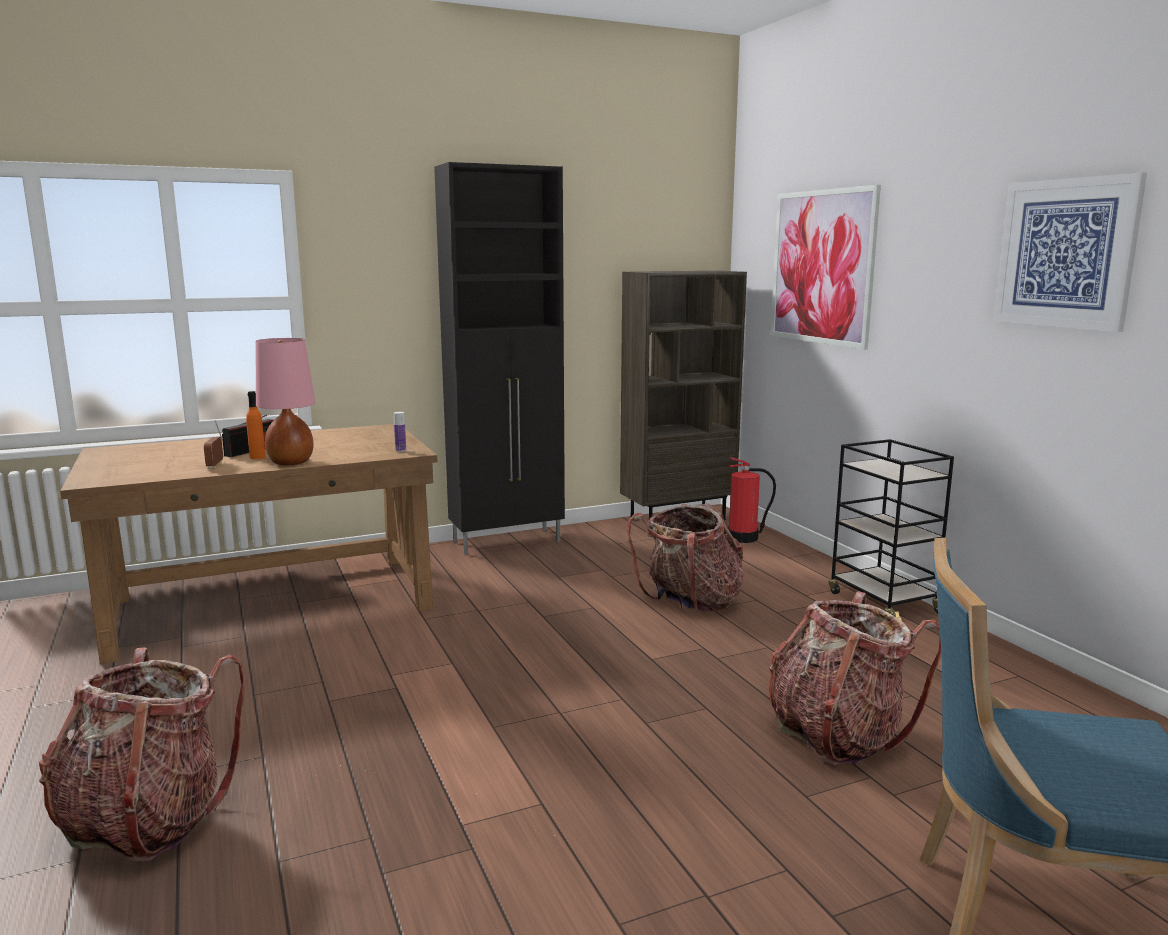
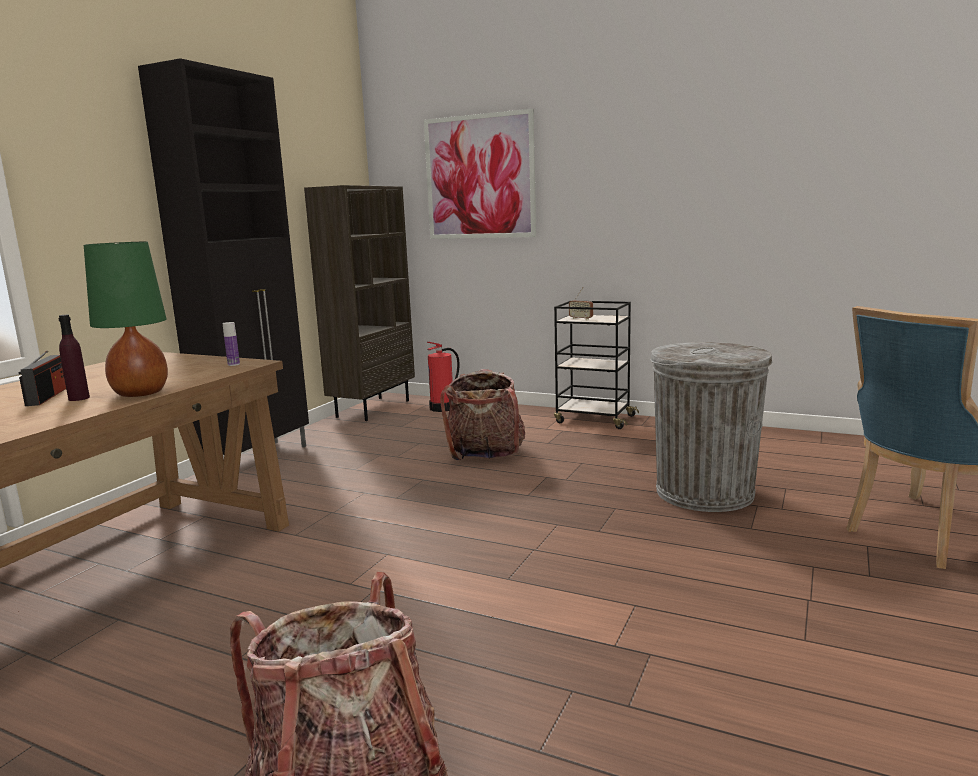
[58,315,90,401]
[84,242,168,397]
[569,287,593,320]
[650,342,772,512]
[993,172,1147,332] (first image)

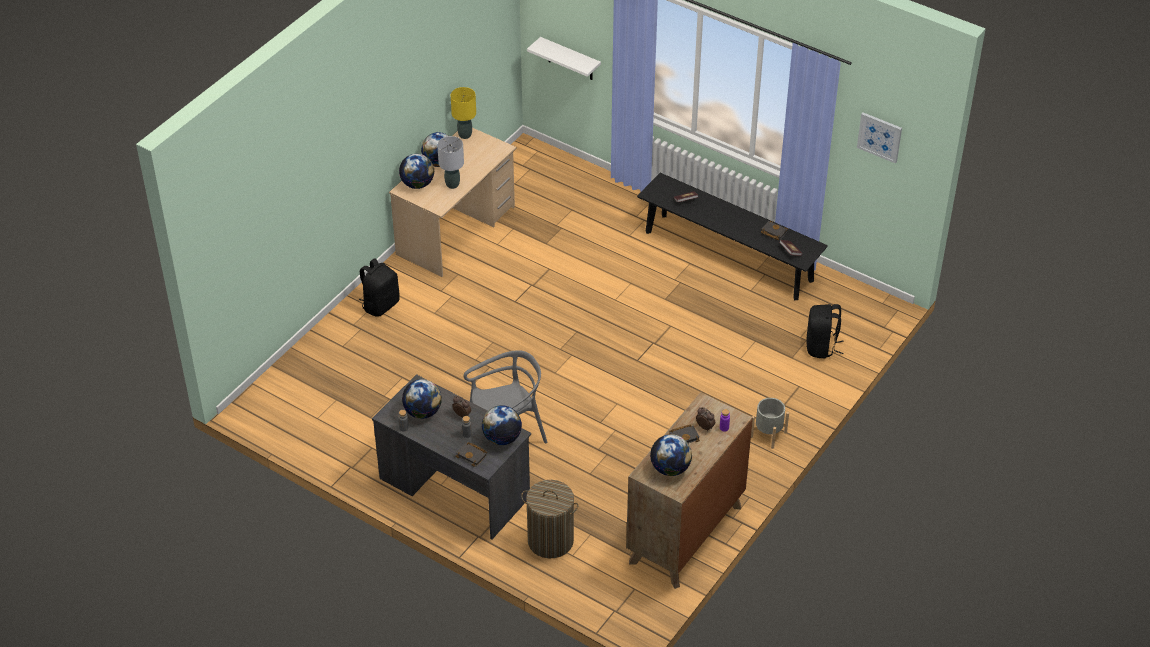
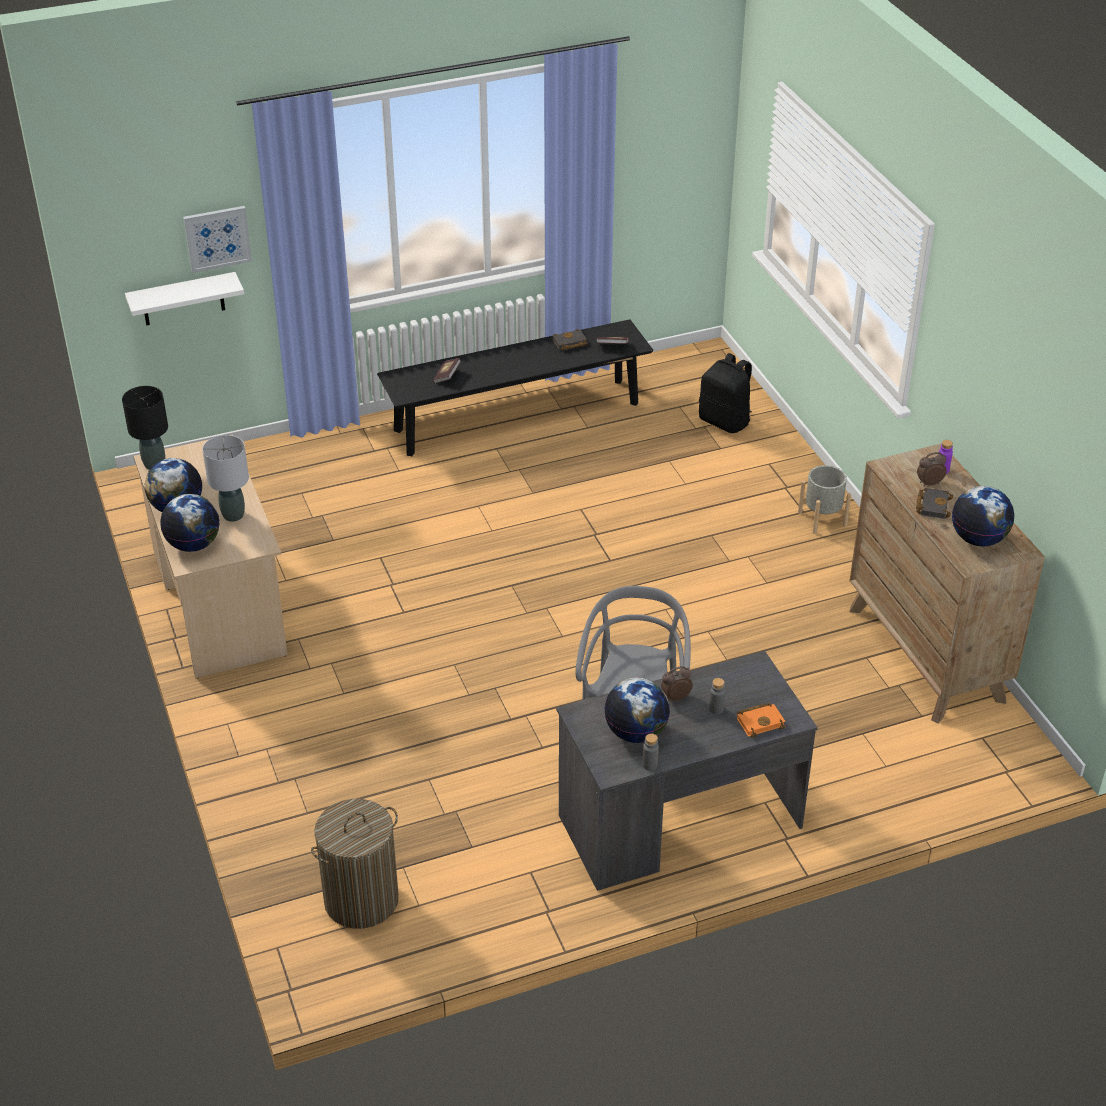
[122,386,168,470]
[183,206,252,273]
[311,799,399,929]
[737,703,786,738]
[359,258,400,317] (first image)
[482,405,522,445] (first image)

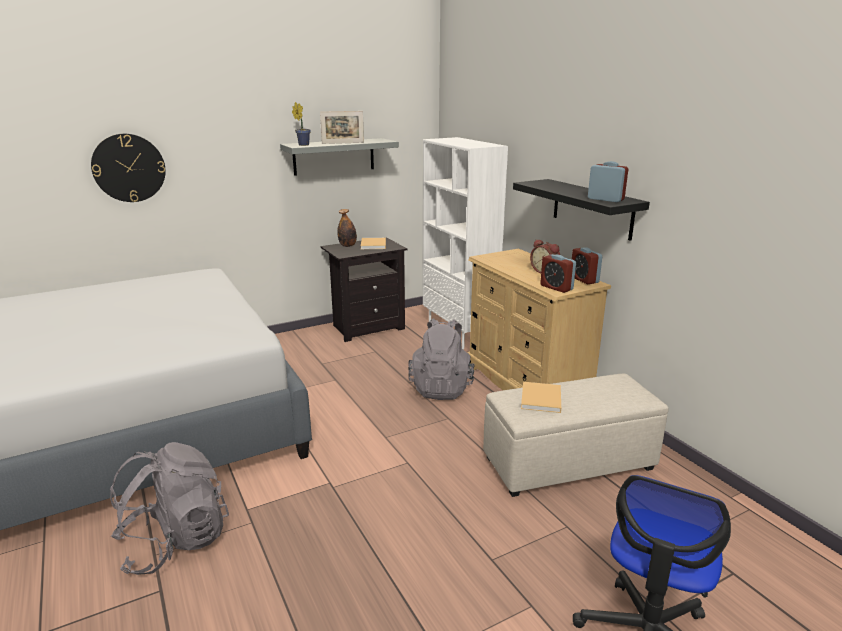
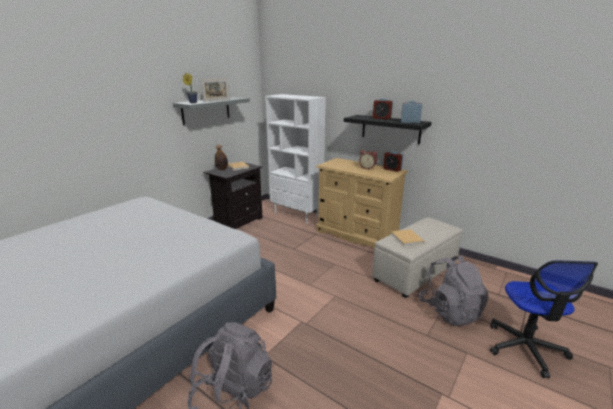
[373,98,393,119]
[419,255,489,326]
[91,134,166,202] (first image)

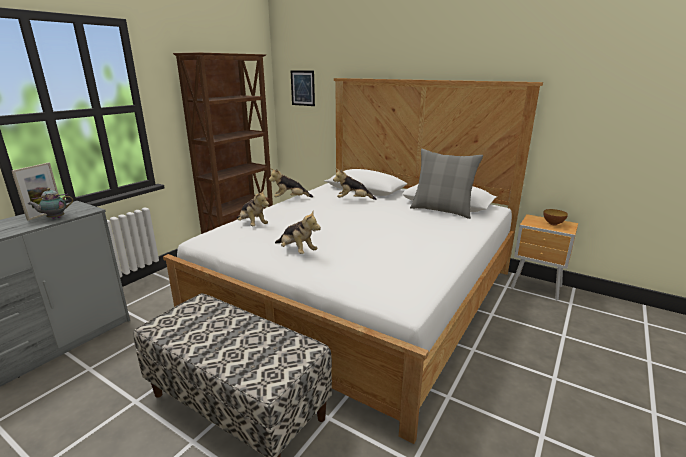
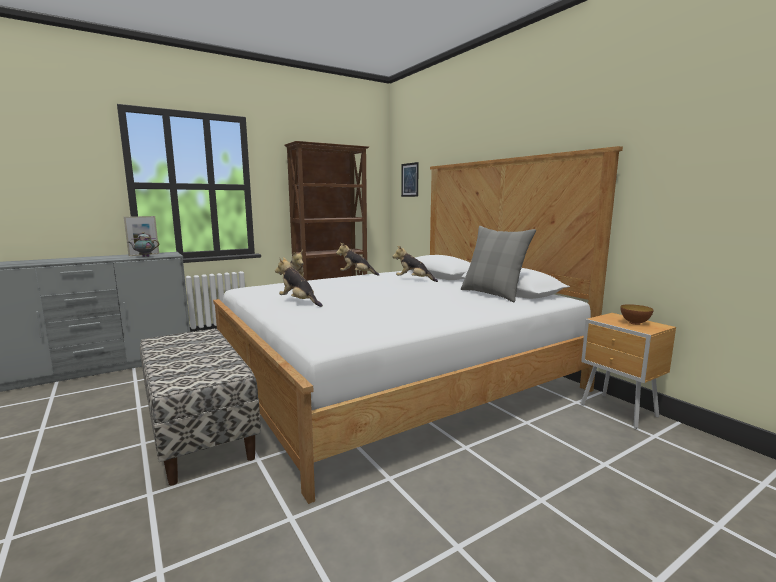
[275,257,323,307]

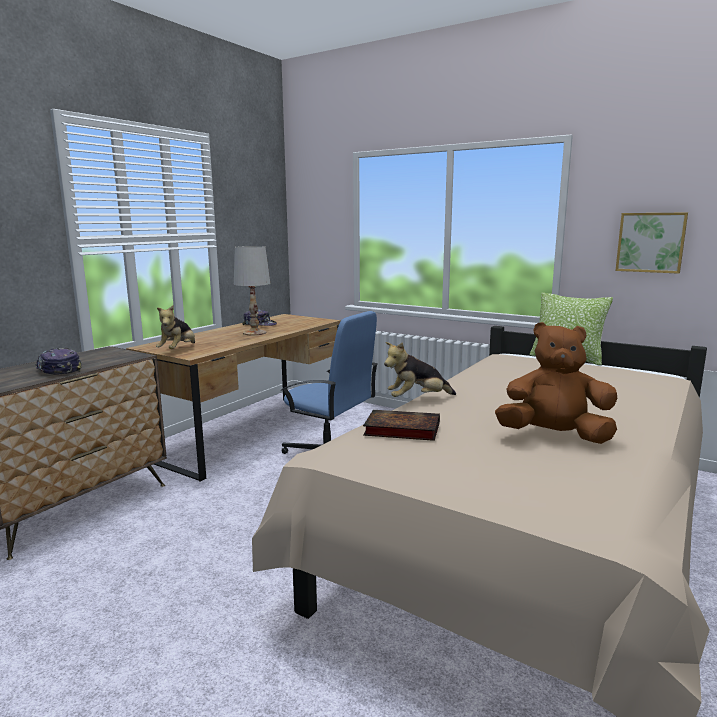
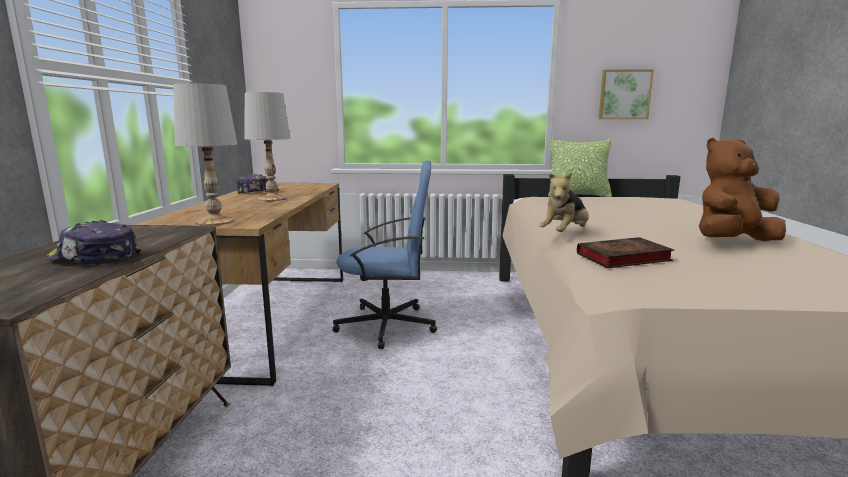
[173,83,237,226]

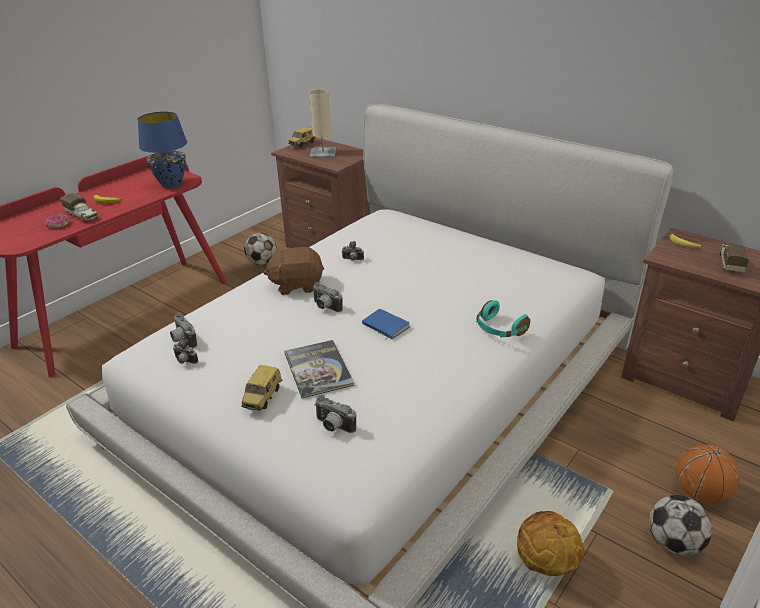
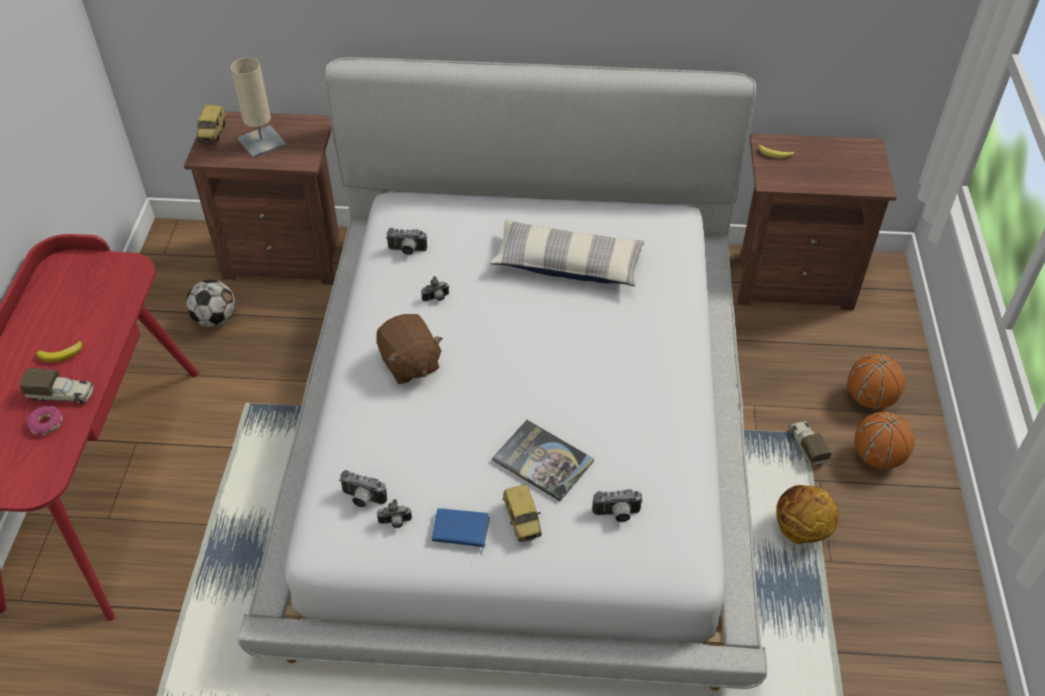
[376,314,443,384]
[386,228,427,255]
[432,508,490,555]
[490,219,644,286]
[789,420,832,466]
[854,412,915,469]
[138,112,187,188] (first image)
[476,300,530,337] (first image)

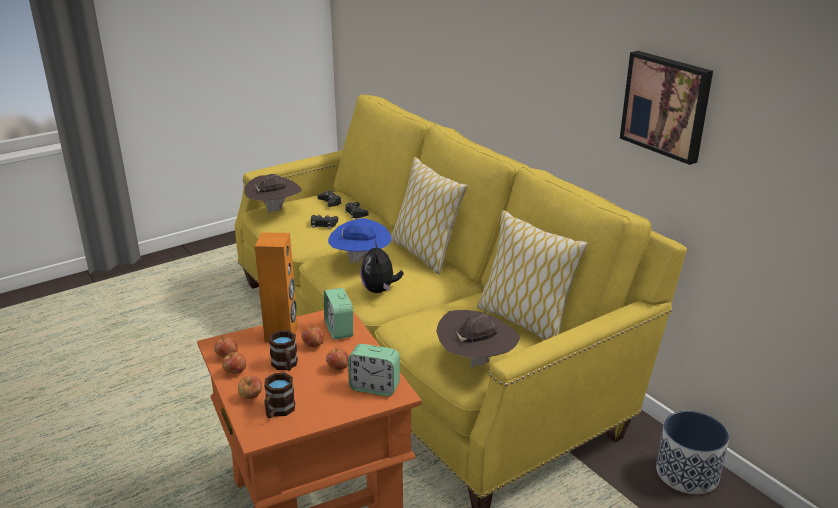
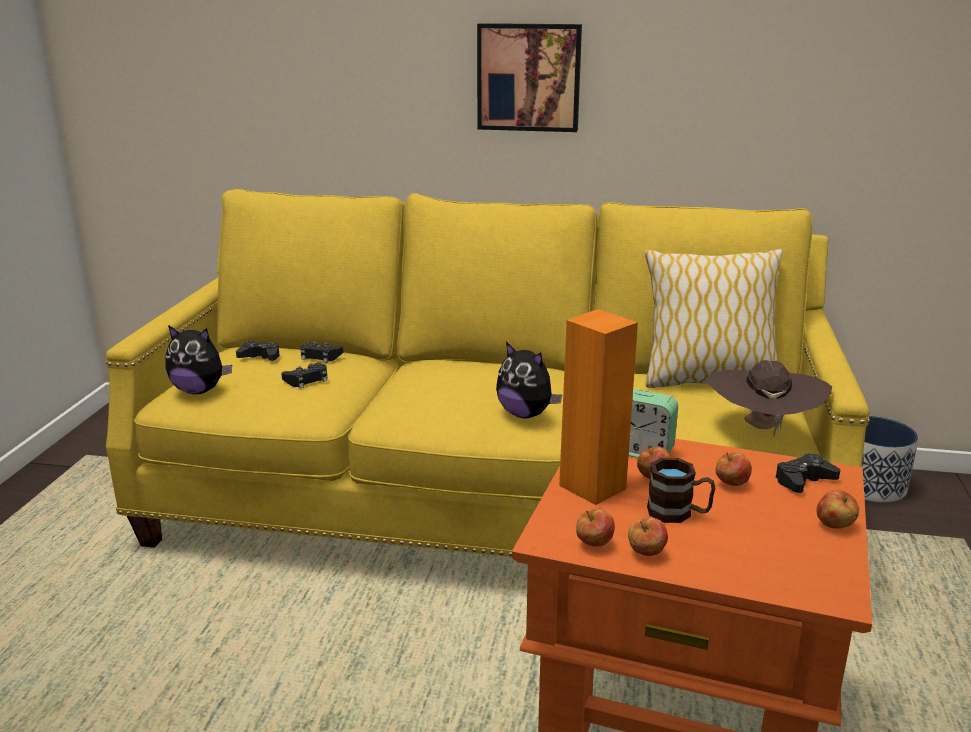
[165,325,232,394]
[477,23,582,132]
[775,453,840,493]
[816,490,859,529]
[264,373,295,418] (first image)
[328,218,392,264] (first image)
[391,157,467,274] (first image)

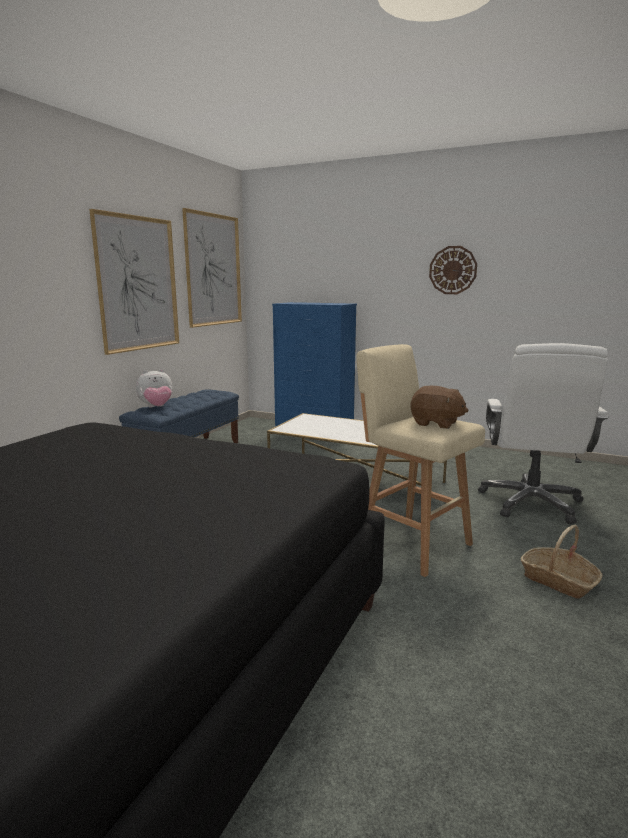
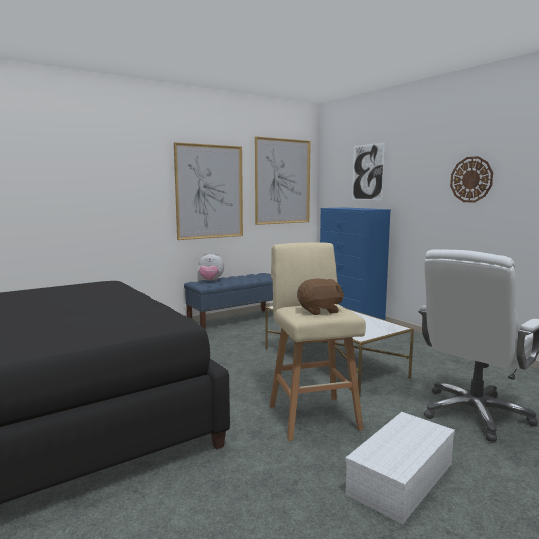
[297,279,344,315]
[345,412,455,525]
[352,142,385,200]

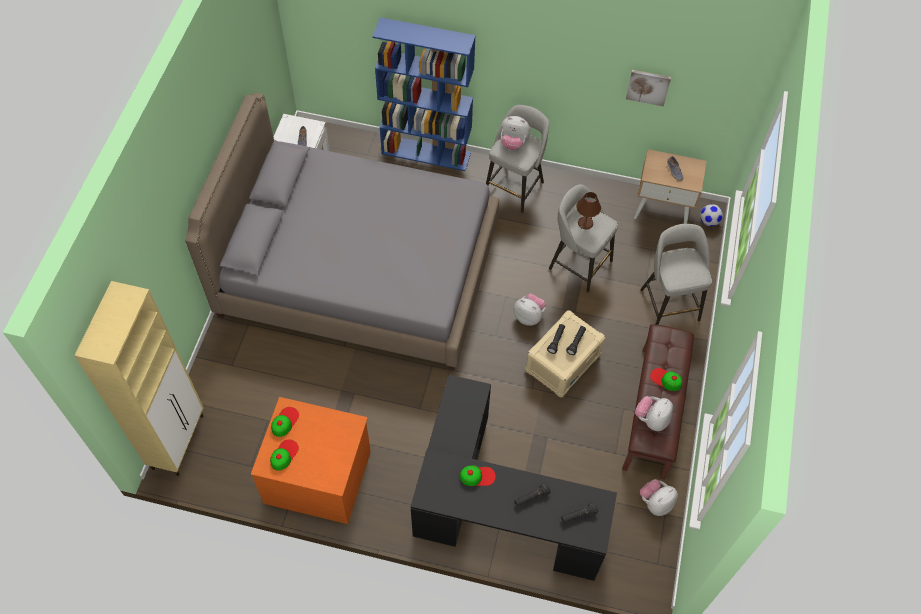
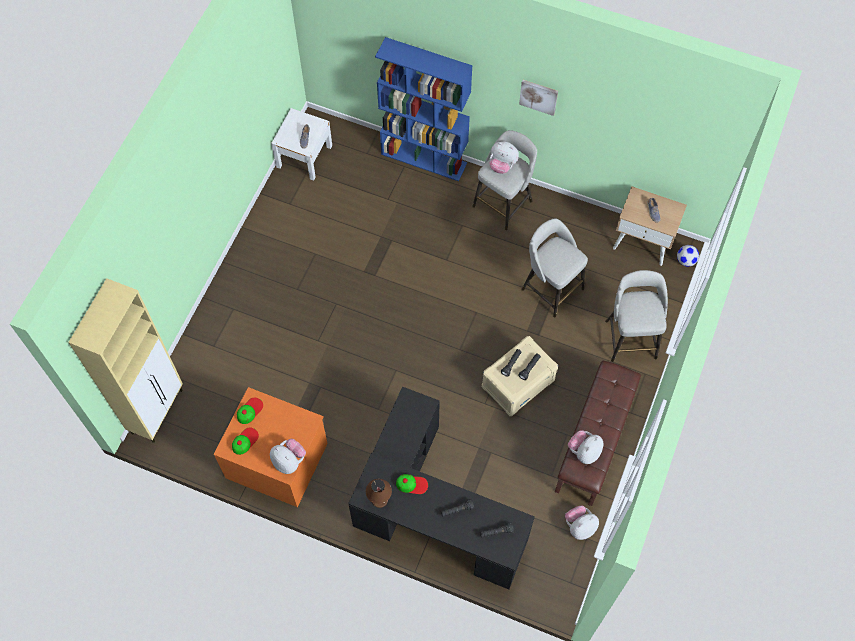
[270,439,306,474]
[366,479,392,508]
[519,80,558,116]
[185,93,499,370] (first image)
[650,368,682,391] (first image)

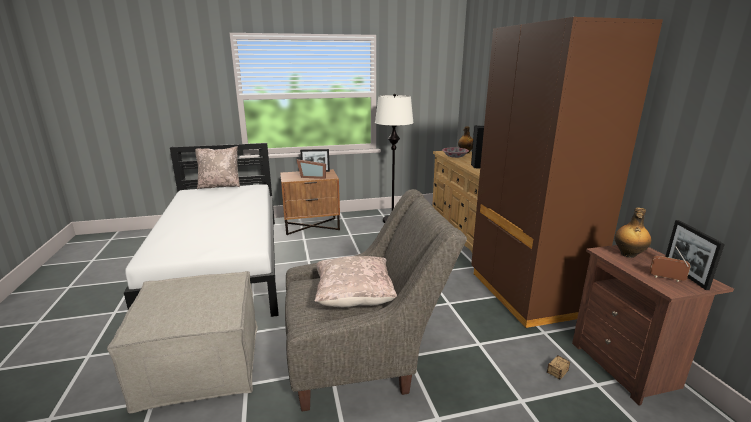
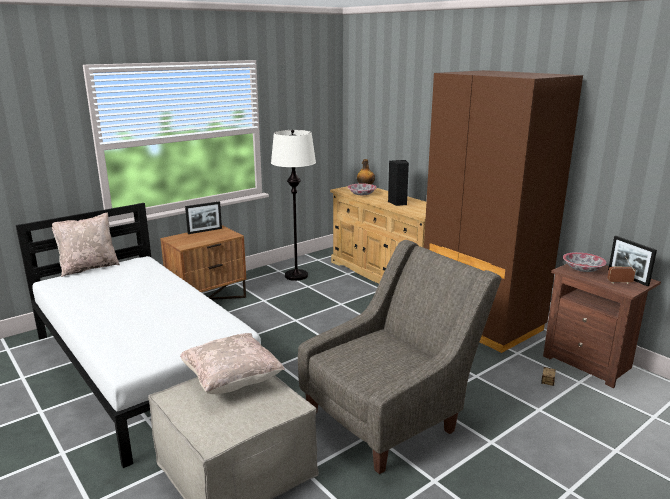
[180,333,285,394]
[563,252,607,272]
[297,159,326,179] (first image)

